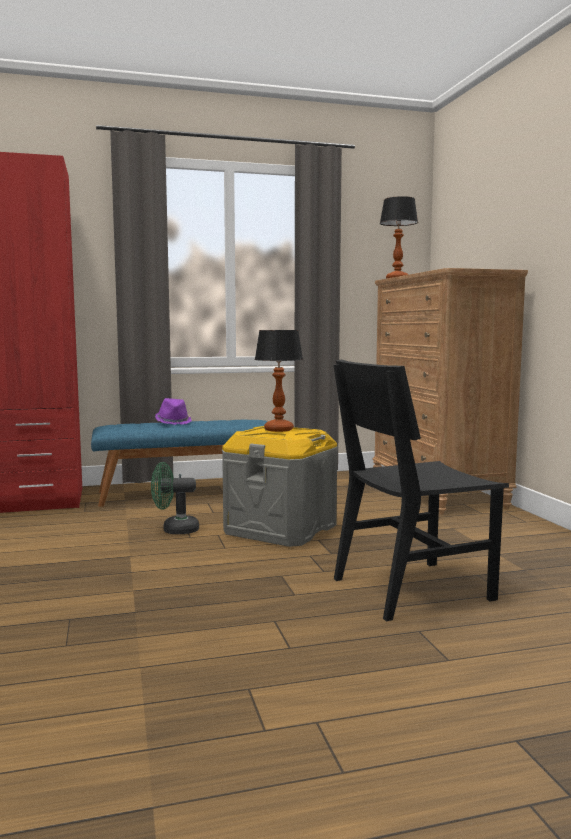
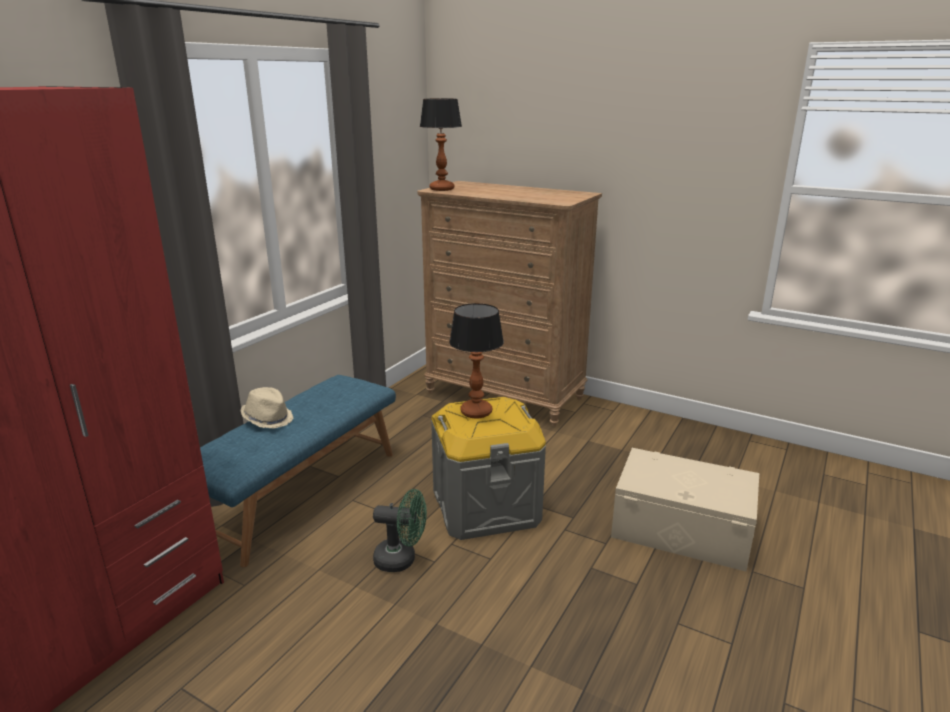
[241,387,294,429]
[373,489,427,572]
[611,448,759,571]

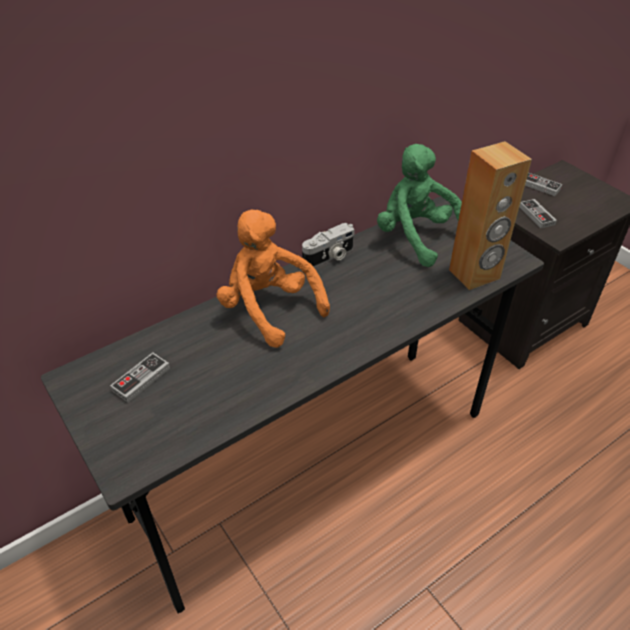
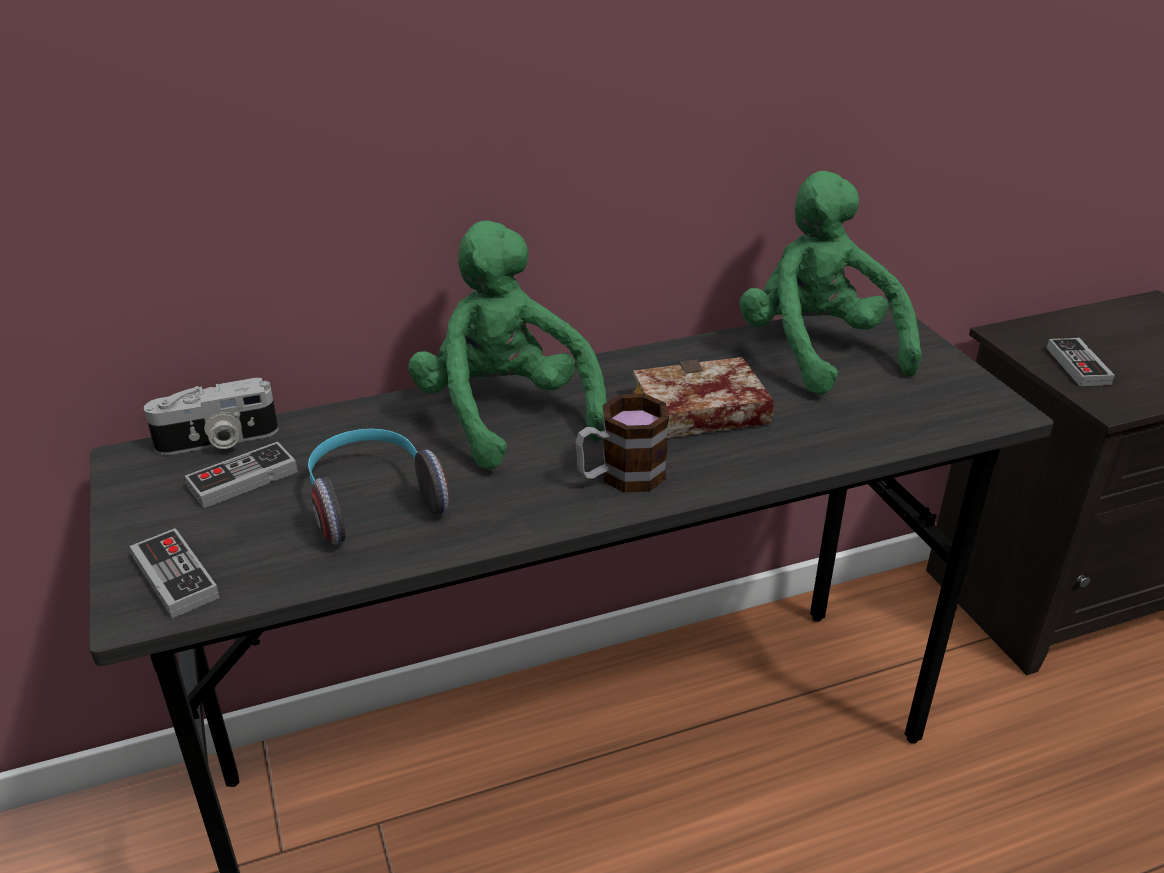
[130,528,220,619]
[144,378,279,455]
[308,429,449,545]
[408,221,607,470]
[575,394,669,493]
[632,357,774,438]
[449,141,532,290] (first image)

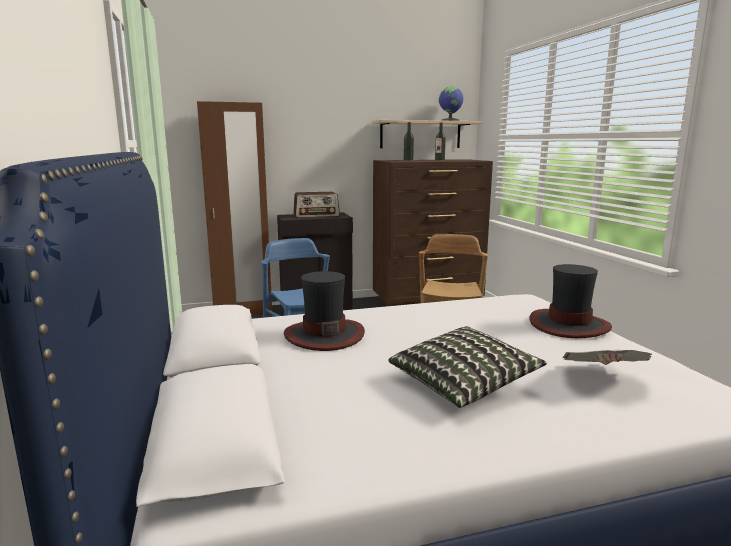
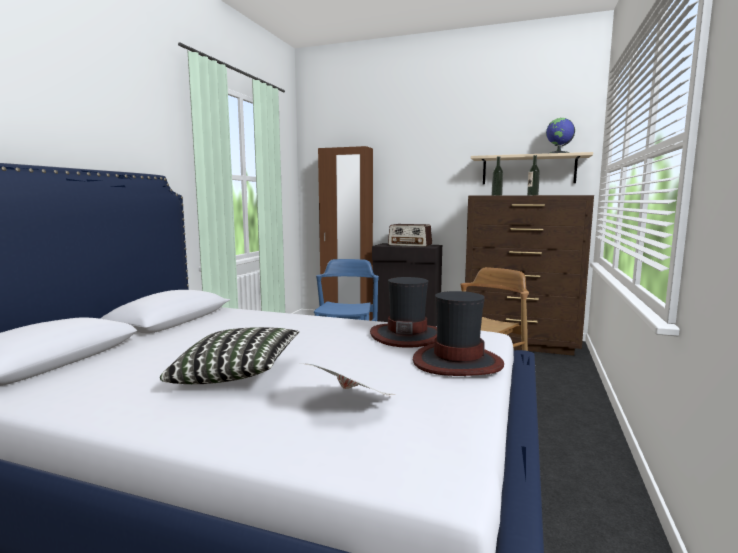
[370,277,437,348]

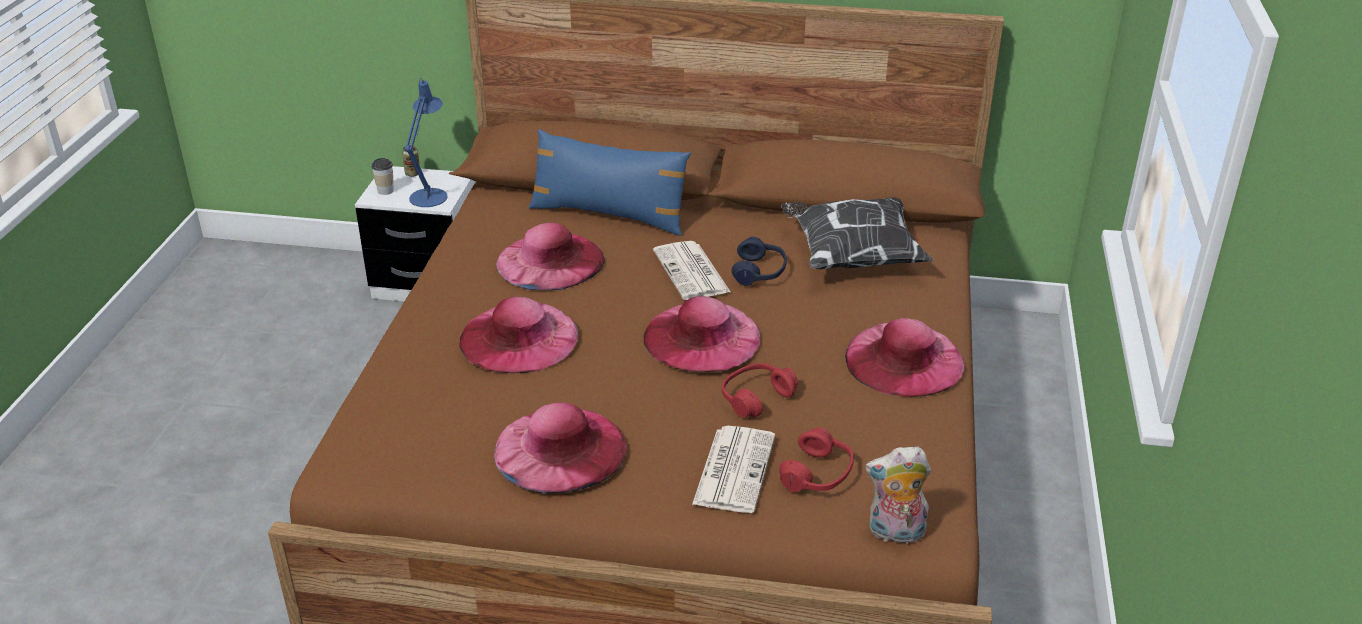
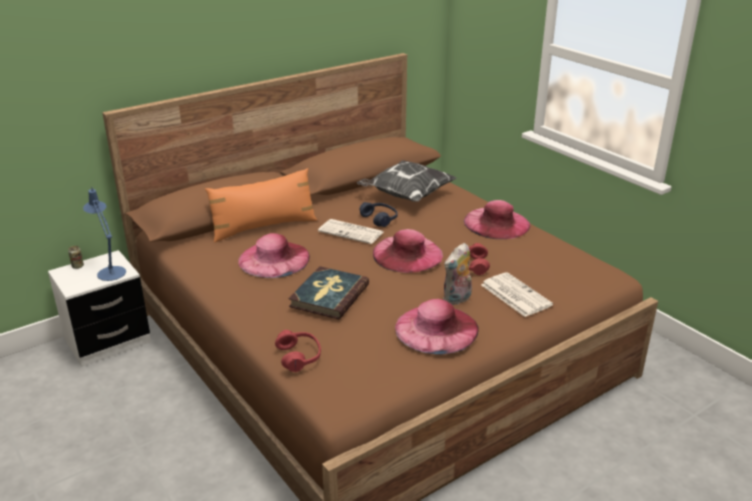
[205,168,317,243]
[275,330,321,372]
[288,266,369,319]
[444,243,472,306]
[371,158,394,195] (first image)

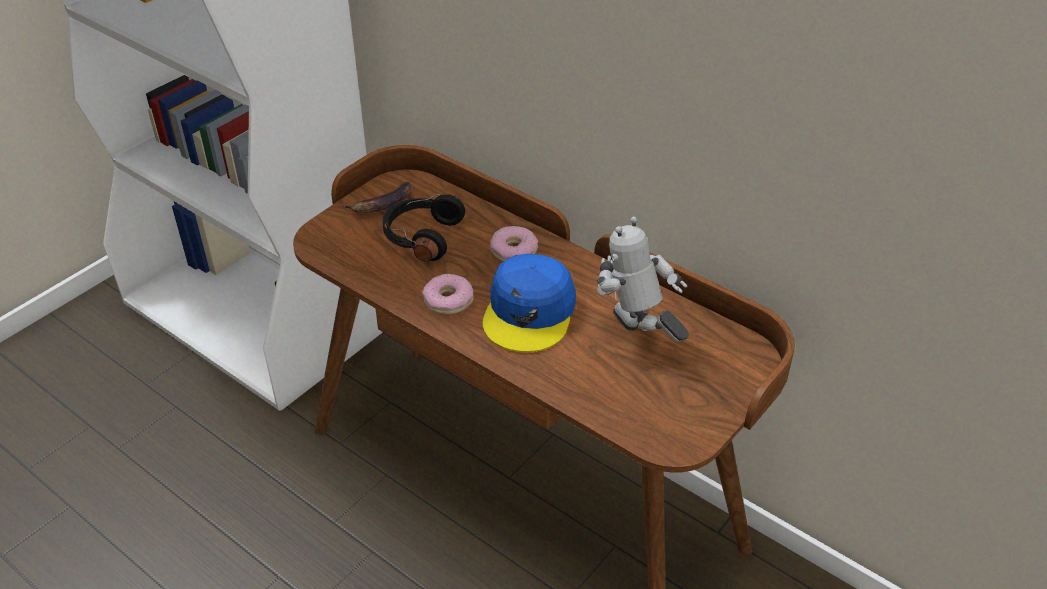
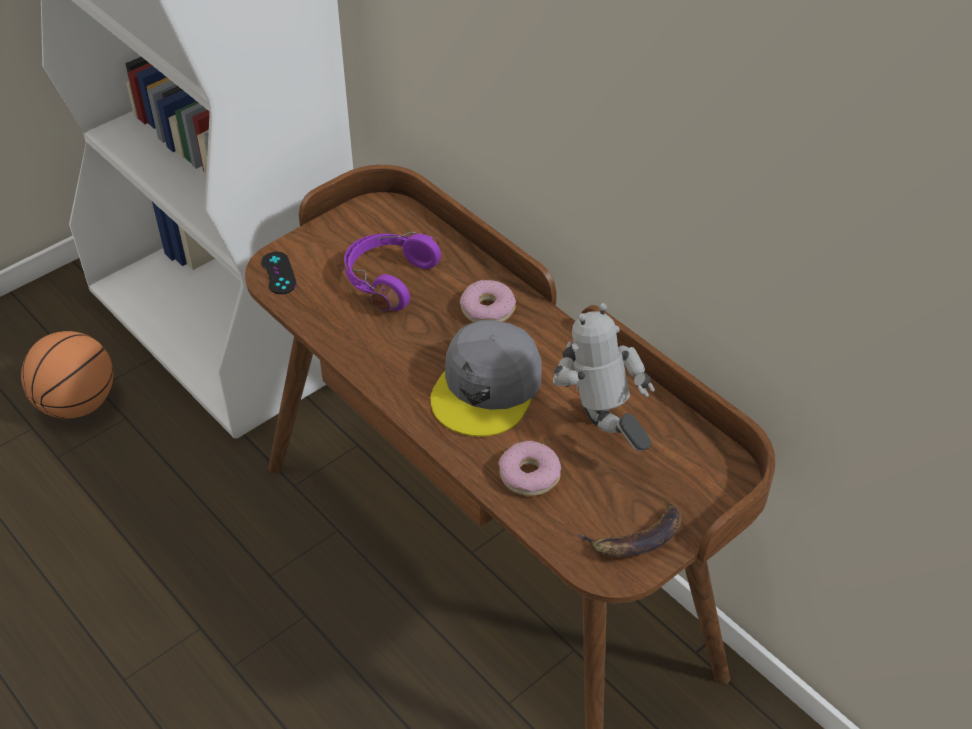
[21,331,113,419]
[261,252,297,294]
[344,232,441,311]
[431,320,542,437]
[498,441,561,496]
[578,504,682,557]

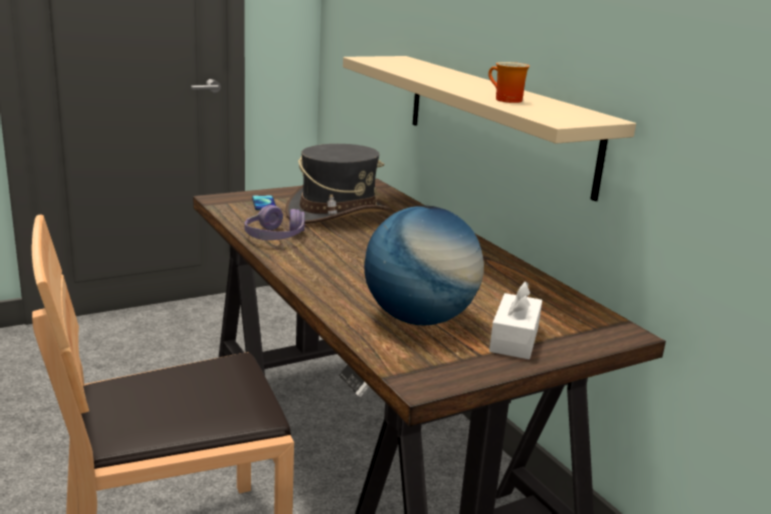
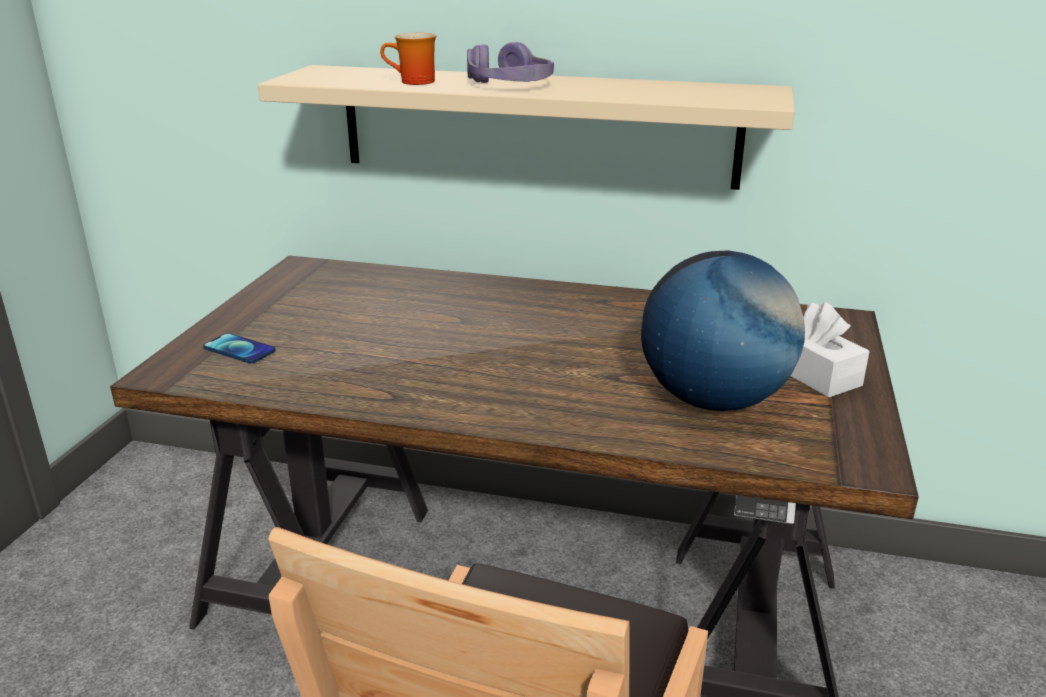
[380,33,437,85]
[467,42,554,83]
[285,144,390,224] (first image)

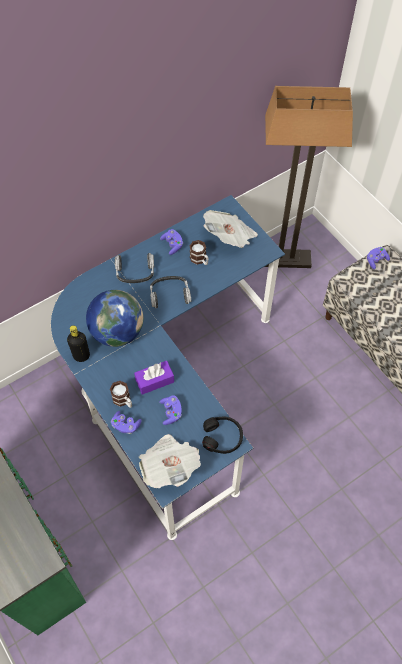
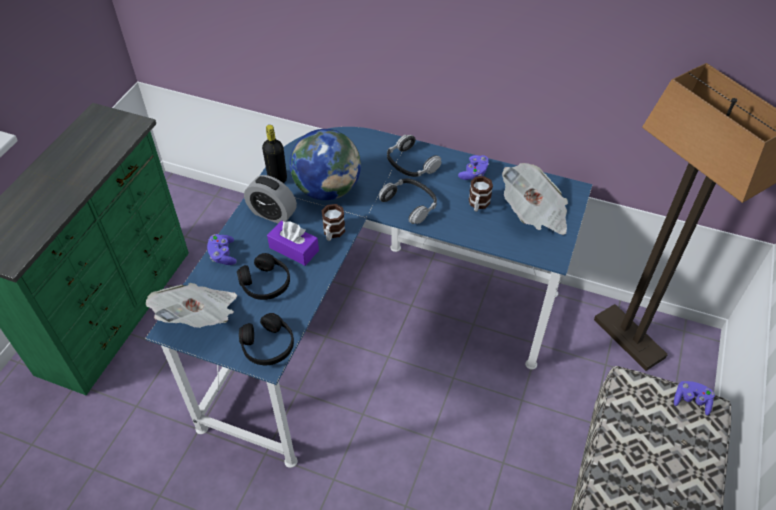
[237,253,290,300]
[244,175,297,224]
[321,204,345,241]

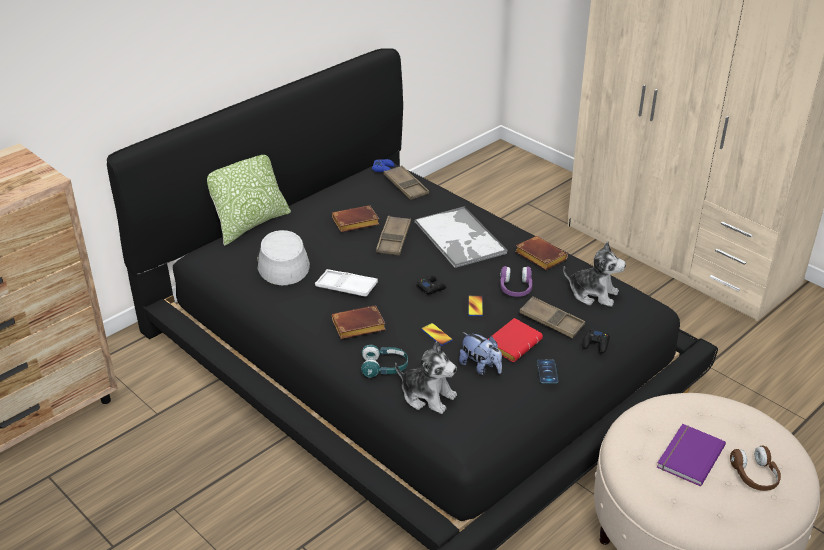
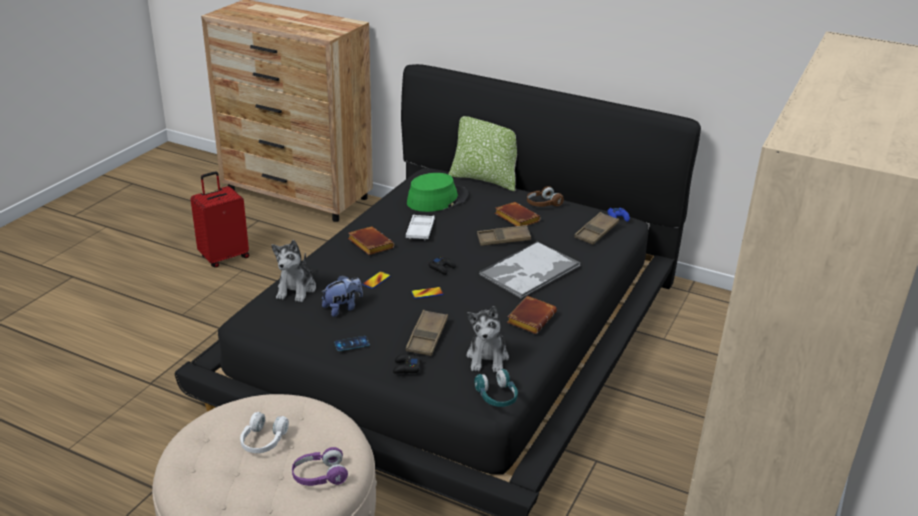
[191,172,249,268]
[240,412,289,453]
[292,447,348,486]
[321,275,363,317]
[407,173,468,212]
[474,369,518,407]
[527,186,564,207]
[488,318,543,362] (first image)

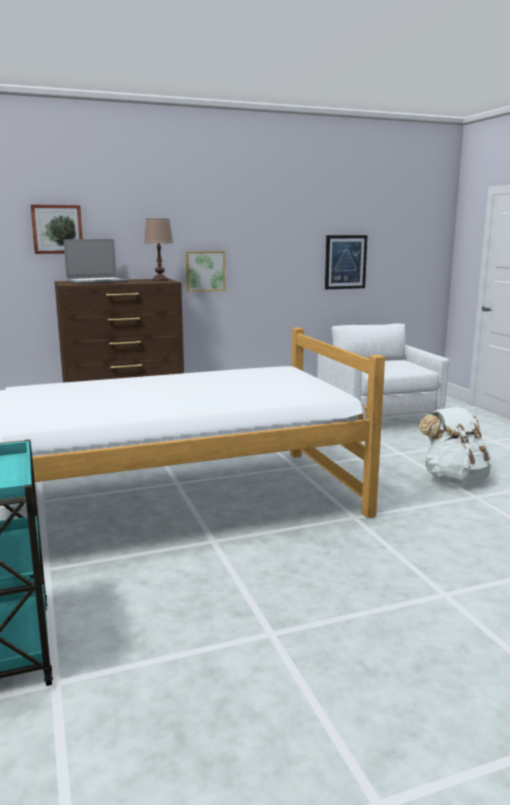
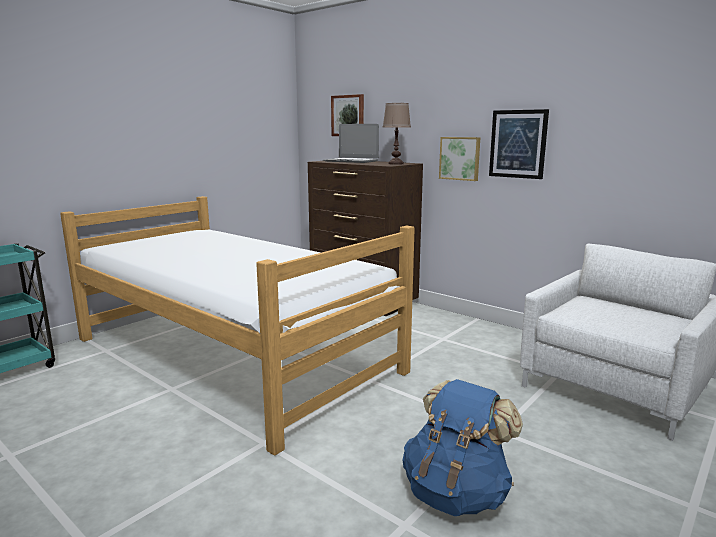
[402,379,523,516]
[489,109,549,179]

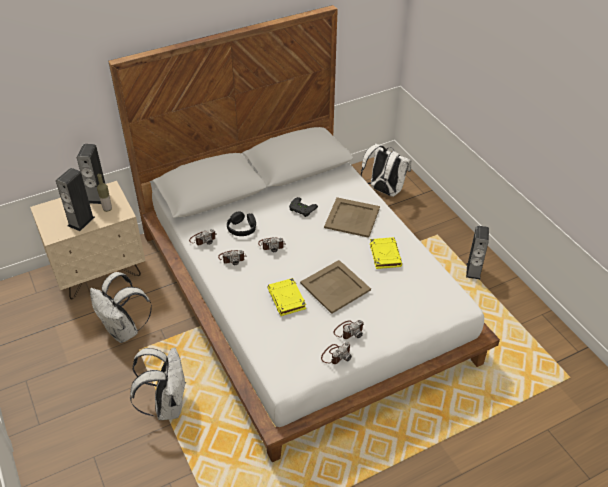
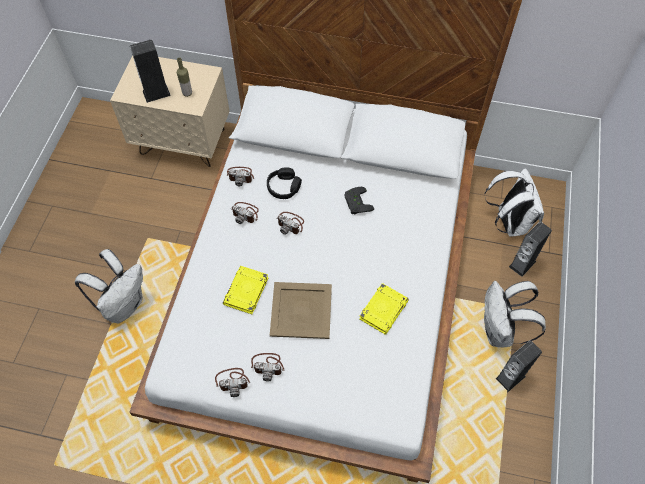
[484,281,546,347]
[509,222,552,277]
[324,197,380,238] (first image)

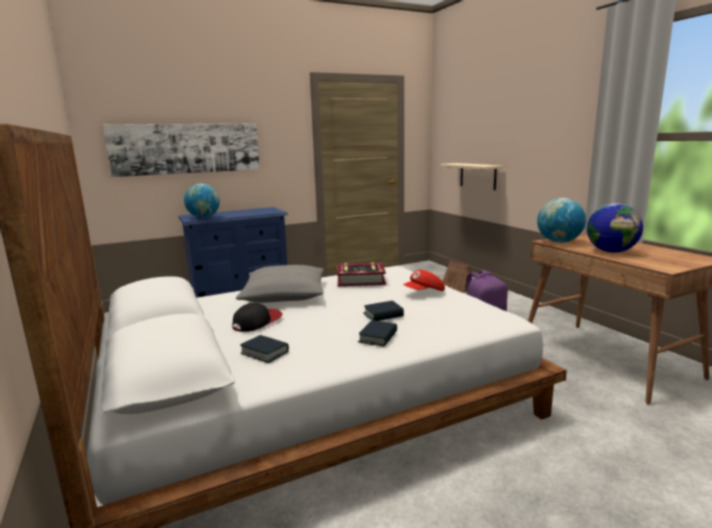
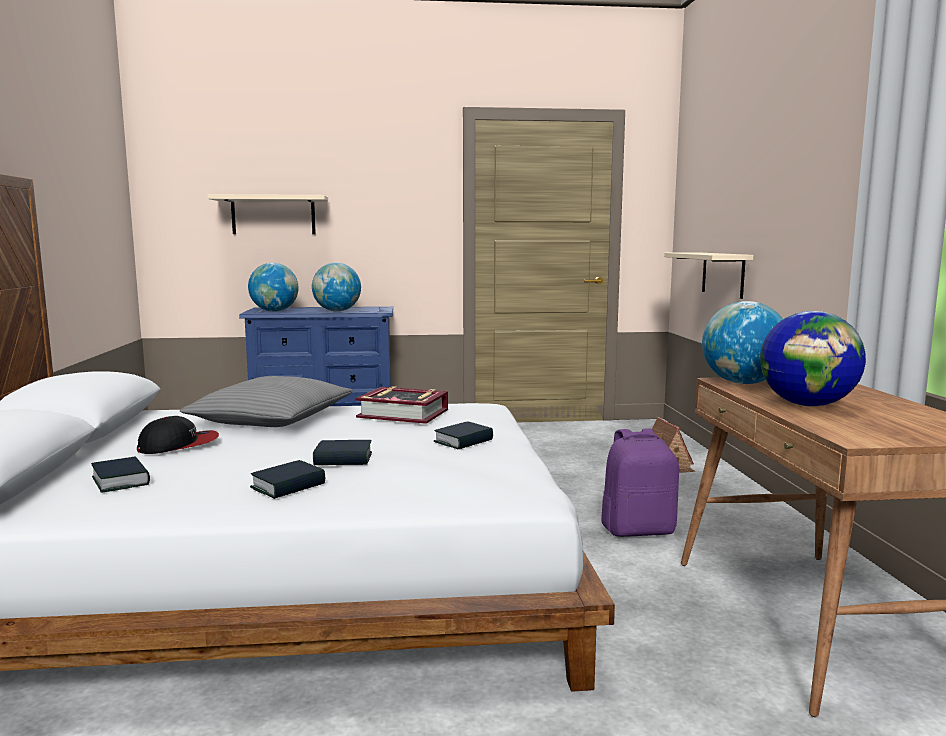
[207,194,328,234]
[312,263,361,311]
[434,421,493,449]

